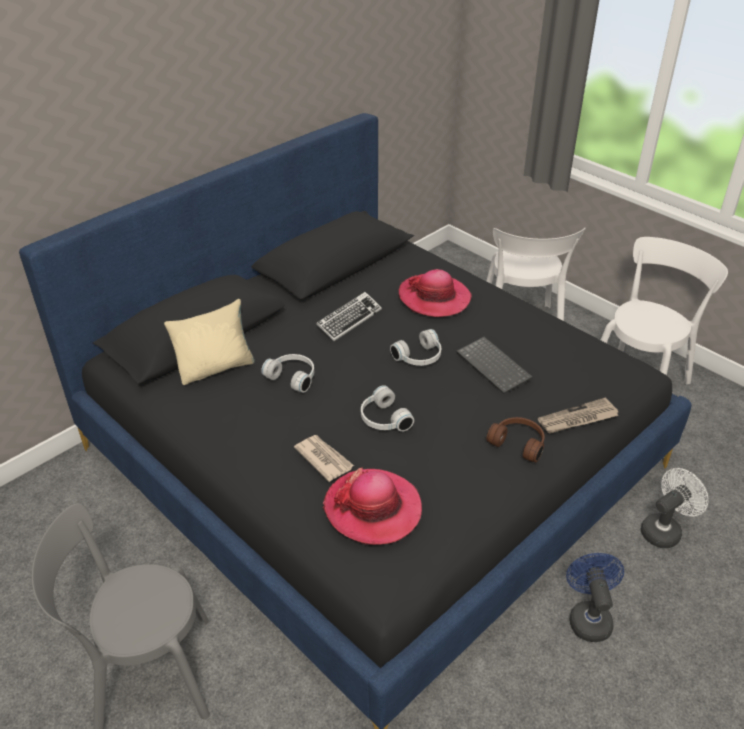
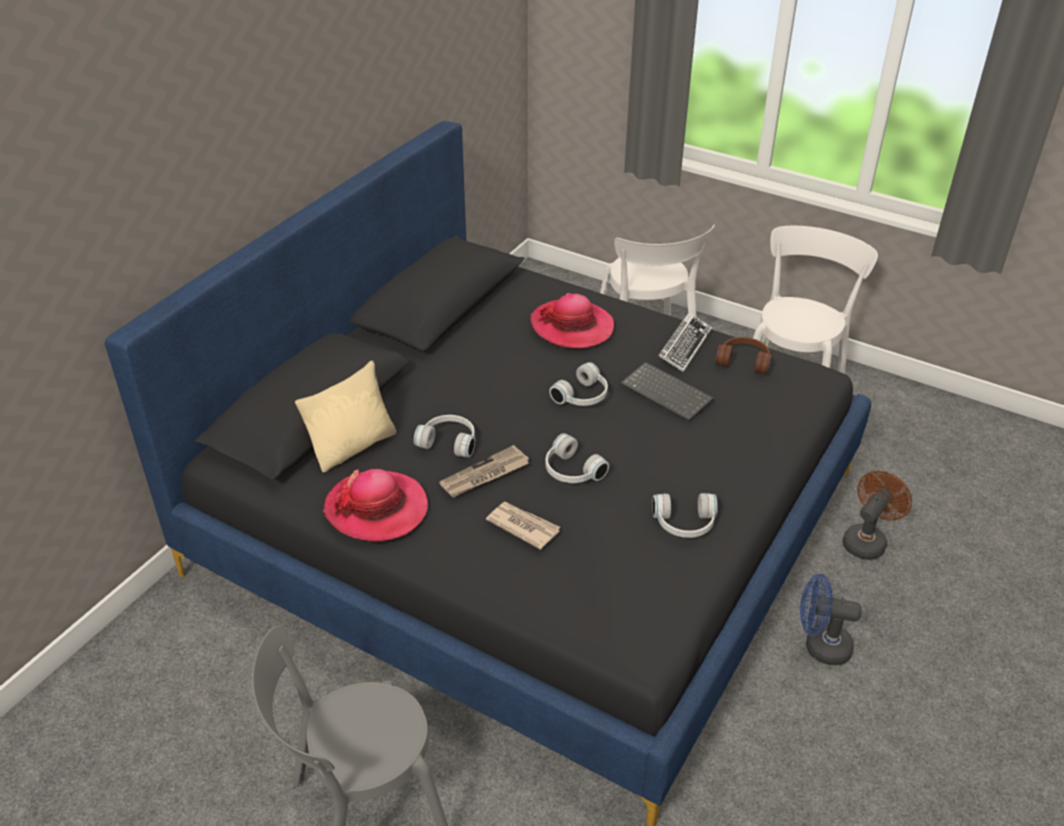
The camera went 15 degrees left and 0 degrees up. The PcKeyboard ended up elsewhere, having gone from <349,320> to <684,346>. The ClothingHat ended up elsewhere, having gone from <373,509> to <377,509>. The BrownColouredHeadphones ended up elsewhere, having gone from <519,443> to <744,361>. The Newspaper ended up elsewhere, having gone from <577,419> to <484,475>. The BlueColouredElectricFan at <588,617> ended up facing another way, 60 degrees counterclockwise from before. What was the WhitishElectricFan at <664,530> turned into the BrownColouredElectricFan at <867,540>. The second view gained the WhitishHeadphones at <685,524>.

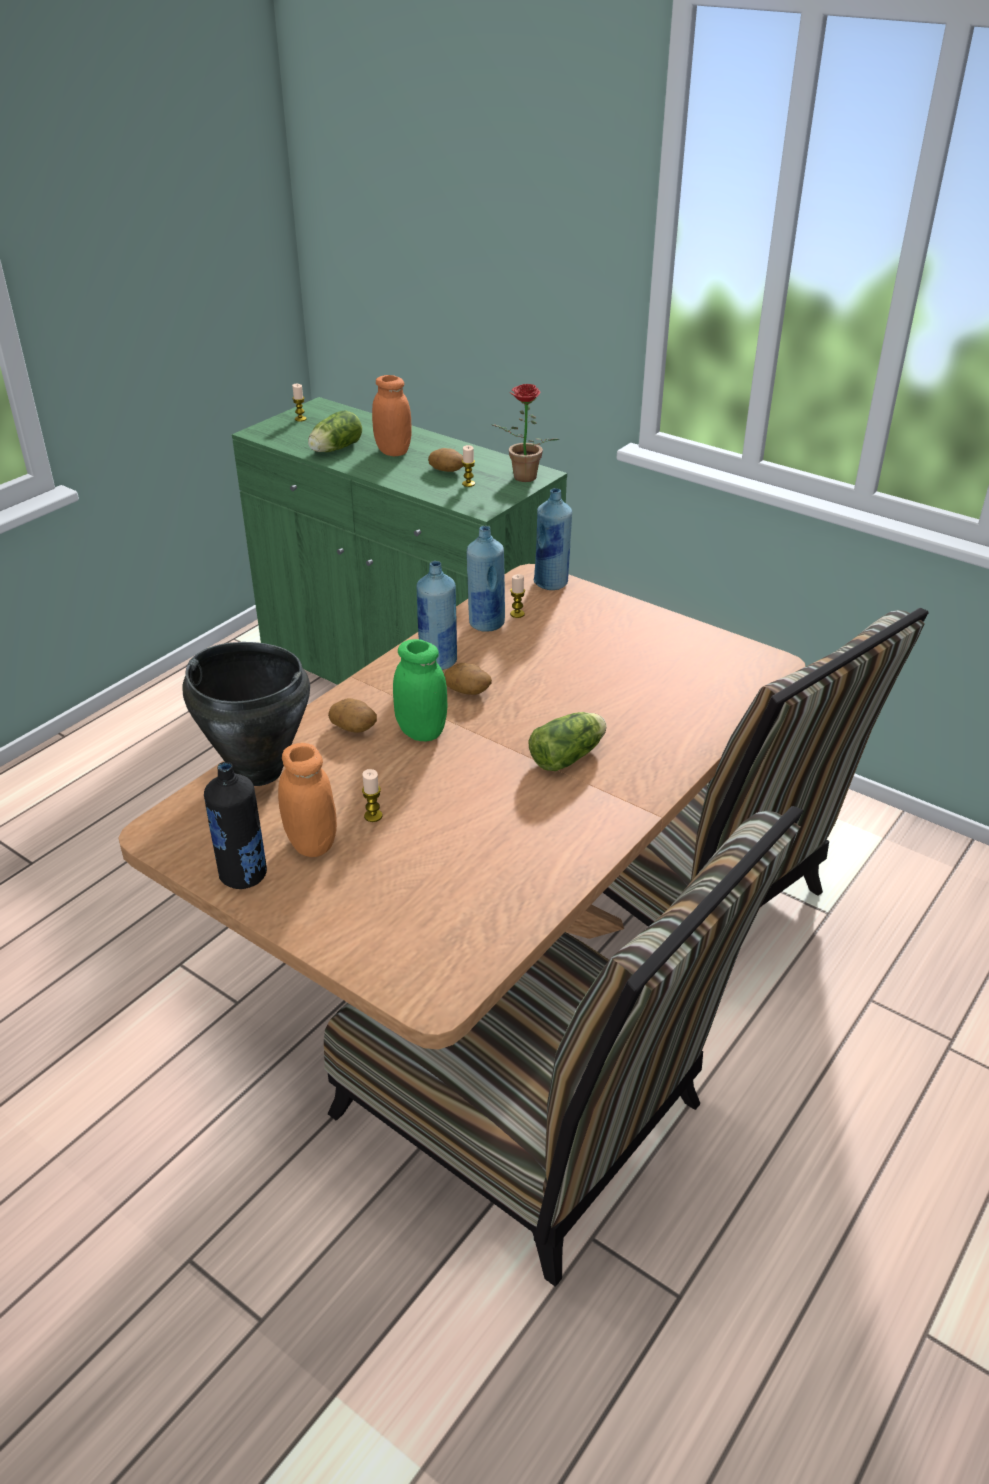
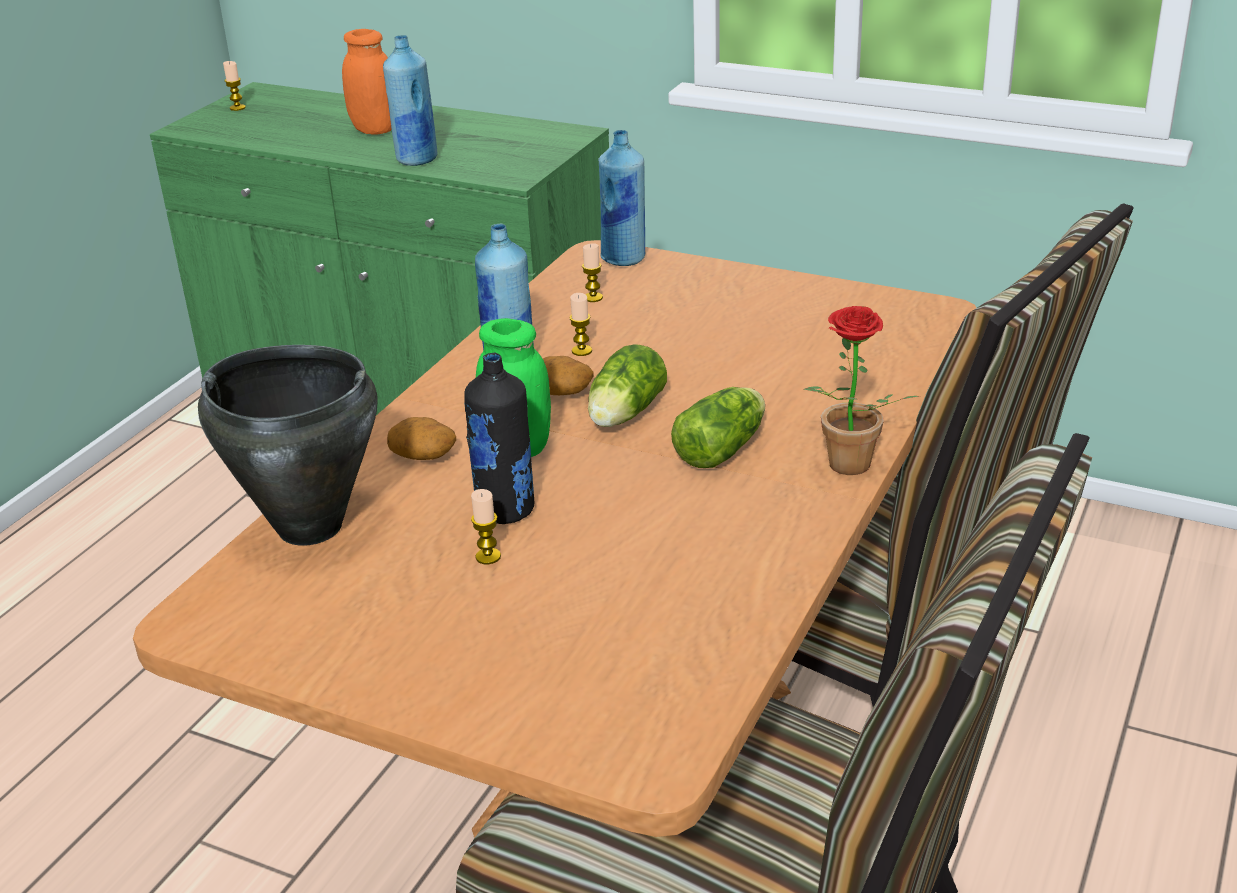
The camera went 10 degrees left and 5 degrees down. The BlackBottle ended up elsewhere, having gone from <243,875> to <505,510>. The second view lost the OrangeColouredJar at <312,843>. The HeadOfLettuce ended up elsewhere, having gone from <334,449> to <623,415>. The second view lost the WholePotato at <447,470>. The Candle ended up elsewhere, having gone from <468,484> to <581,351>. The BlueColouredBottle ended up elsewhere, having gone from <486,624> to <416,159>. The PottedPlant ended up elsewhere, having gone from <521,479> to <845,468>.

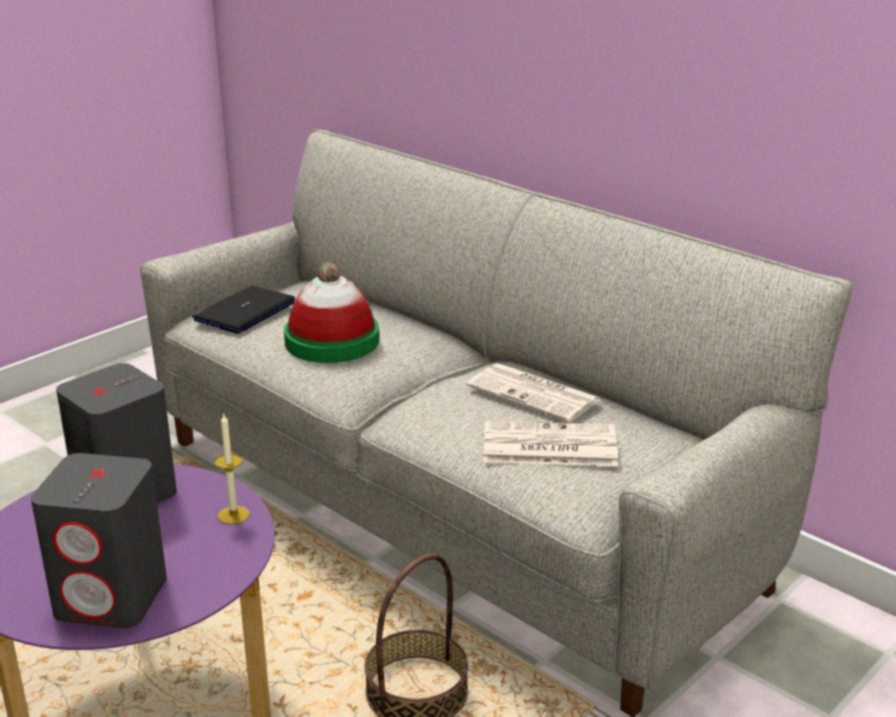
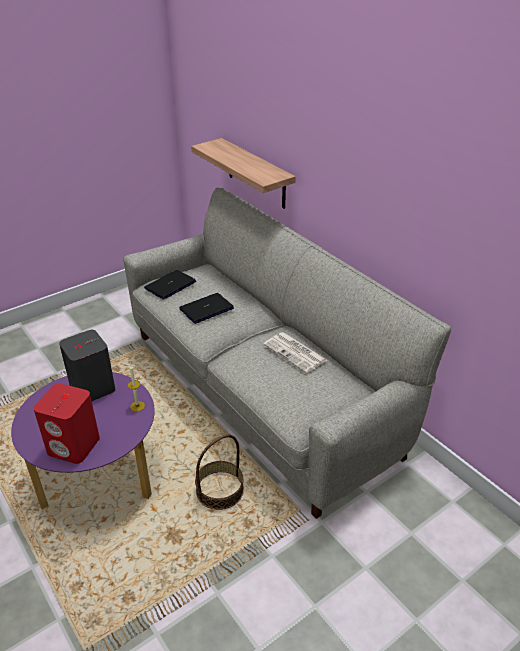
The camera went 10 degrees right and 10 degrees up. What was the GraySpeaker at <113,597> turned into the ReddishSpeaker at <74,446>. Where the ClothingHat stood at <332,341>, the Laptop came to stand at <206,309>. The second view lost the Newspaper at <547,446>. The second view gained the Shelf at <256,174>.

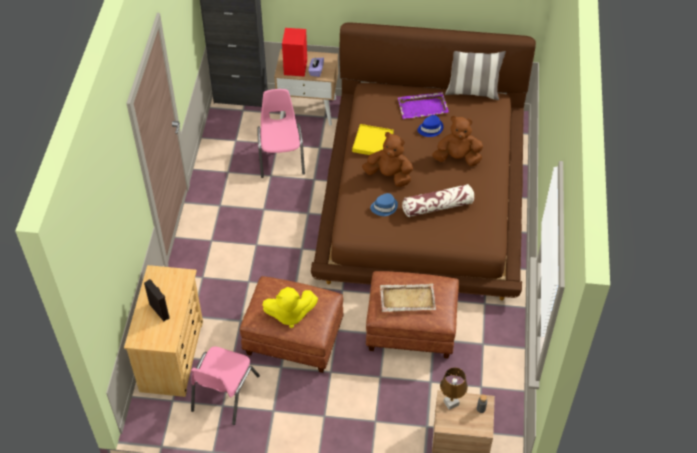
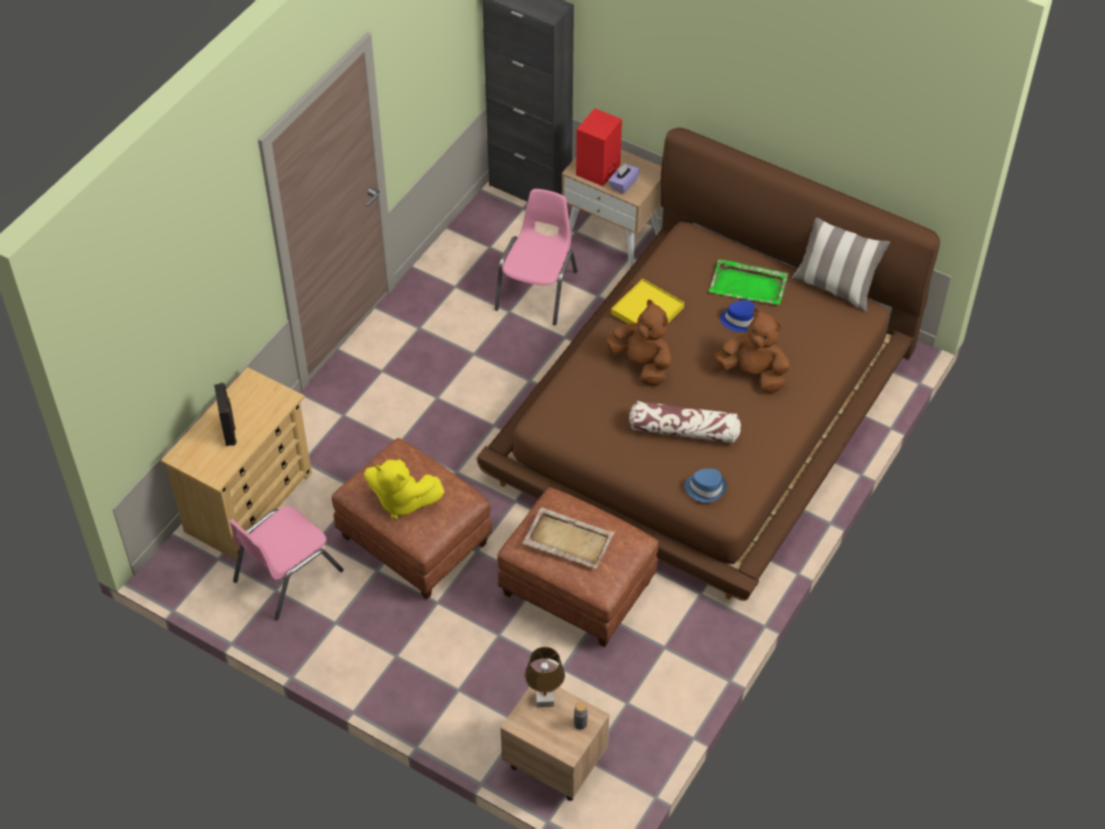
The camera went 25 degrees right and 0 degrees up. The BlueColouredClothingHat ended up elsewhere, having gone from <384,207> to <705,488>. What was the PurpleTray at <423,107> turned into the GreenTray at <749,285>.

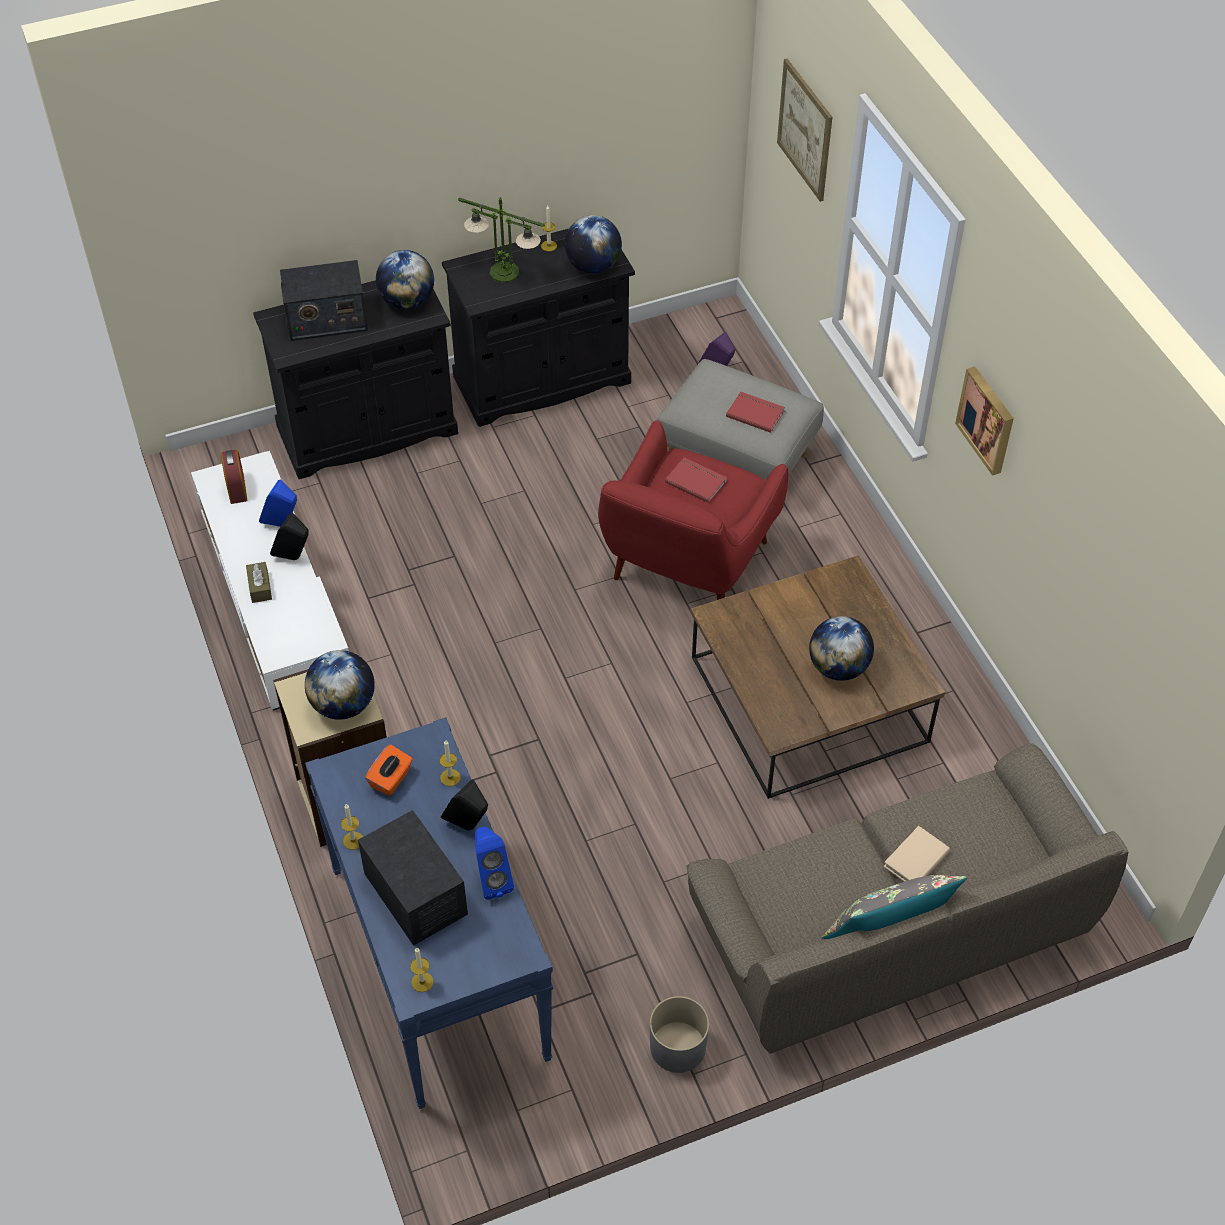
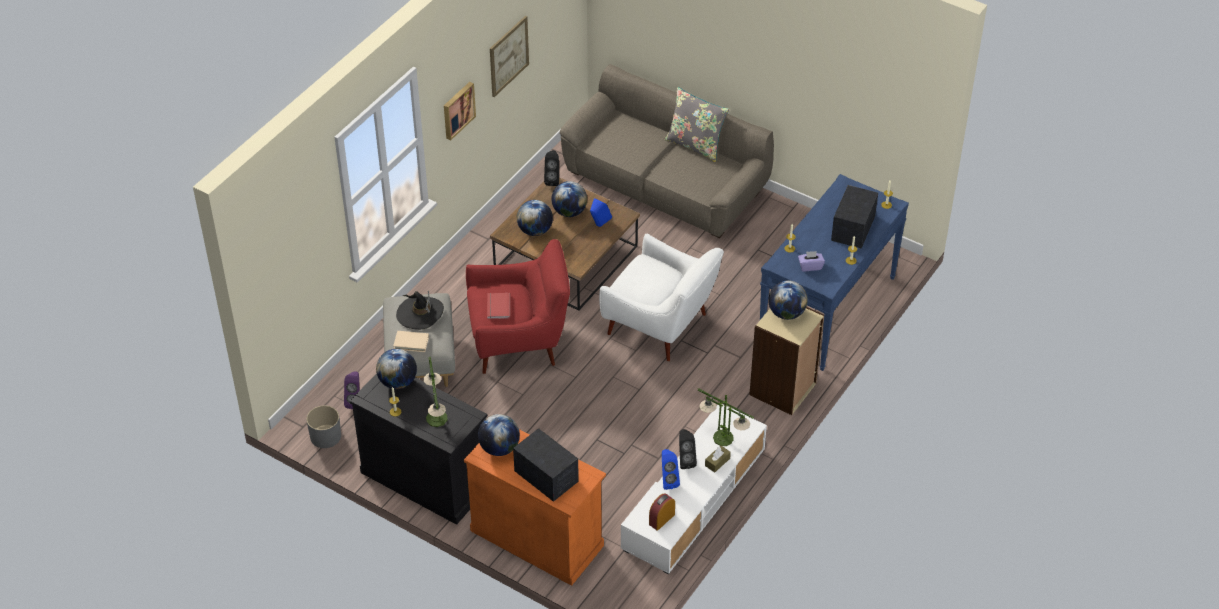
The camera went 125 degrees left and 5 degrees down. What was the BlackCupboard at <367,430> turned into the OrangeColouredCupboard at <537,538>. What was the OrangeColouredTissueHolder at <391,779> turned into the PurpleTissueHolder at <810,266>. The BlackSpeaker ended up elsewhere, having gone from <469,826> to <552,180>. The BlueColouredSpeaker ended up elsewhere, having gone from <492,880> to <599,225>. The GrayPlantPot ended up elsewhere, having gone from <677,1047> to <326,436>. Where the ReddishVolume stood at <755,412>, the BlackClothingHat came to stand at <420,314>. The WallPicture ended up elsewhere, having gone from <805,129> to <508,56>. The BeigeVolume ended up elsewhere, having gone from <916,859> to <411,342>. The second view gained the DeskGlobe at <535,231>. The second view gained the WhitishLoungeChair at <661,326>. The second view gained the TabletopLamp at <722,438>.

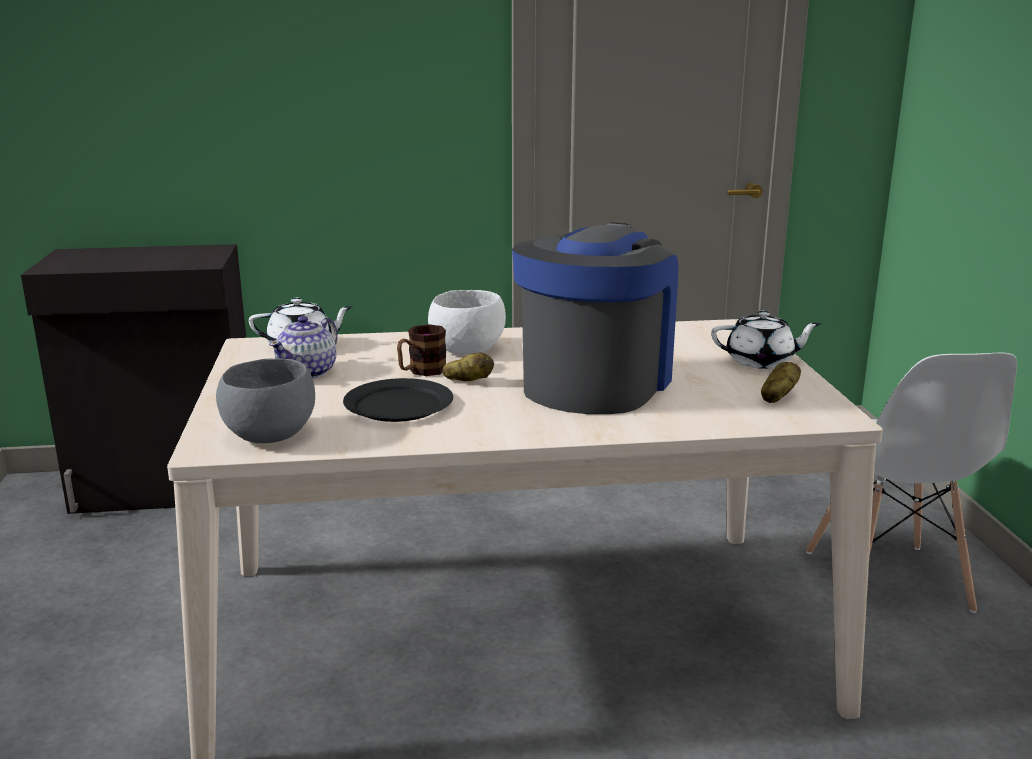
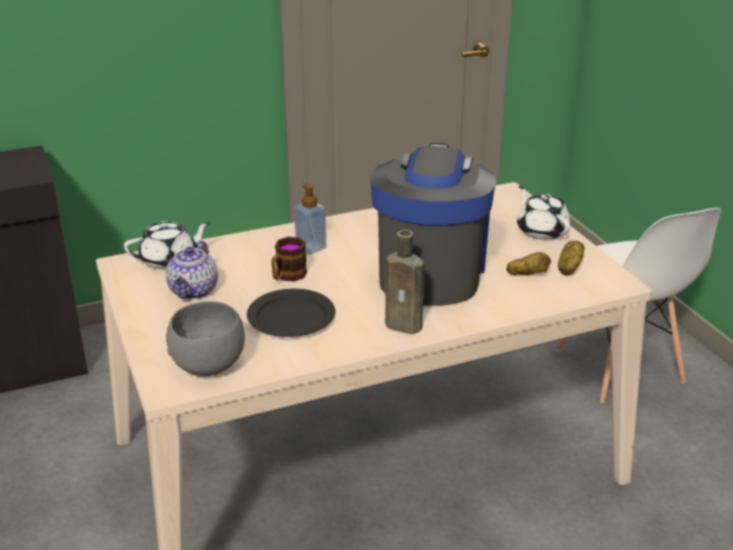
The camera went 15 degrees left and 10 degrees up. Where the WhitishBowl stood at <467,351>, the LiquidSoapBottle came to stand at <311,247>. The WholePotato ended up elsewhere, having gone from <468,382> to <527,274>. The WhitishPotForTea at <761,361> ended up facing another way, 105 degrees counterclockwise from before. The second view gained the BrownColouredBottle at <406,326>.

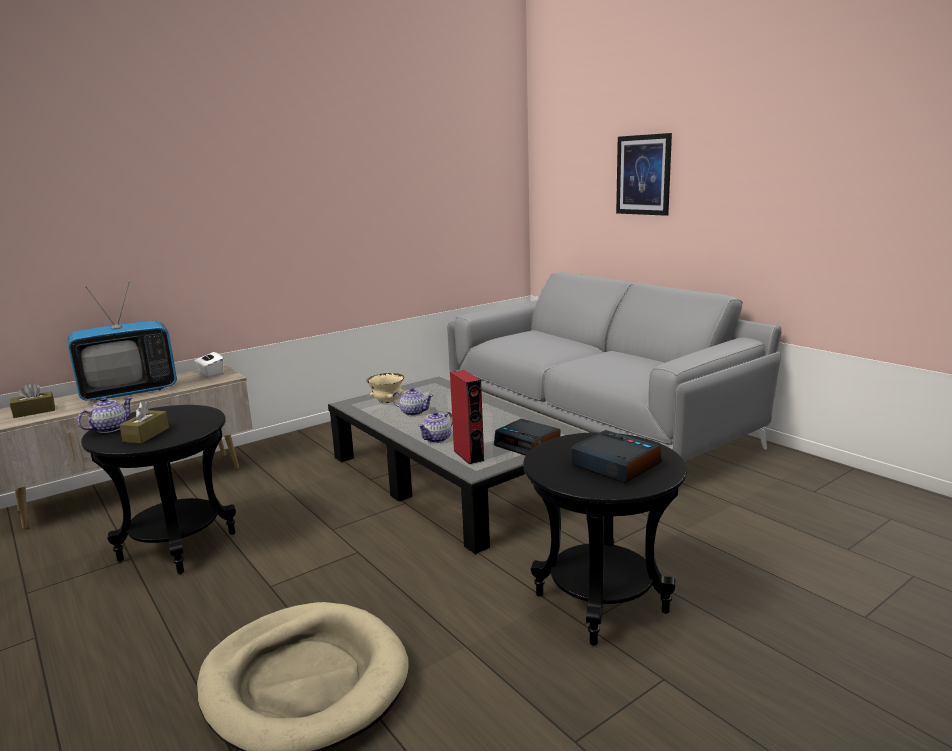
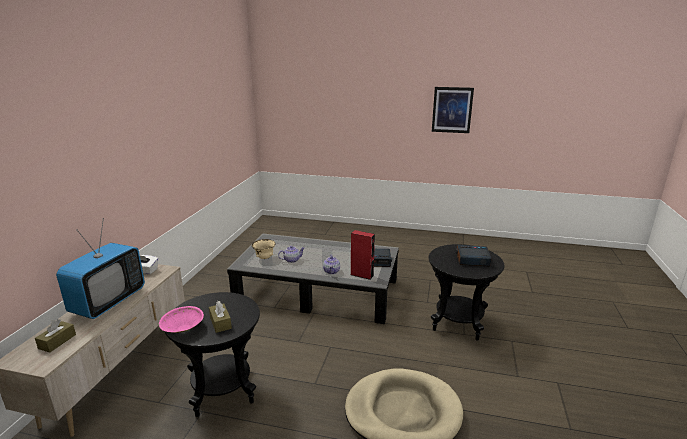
The camera went 40 degrees left and 5 degrees up. Where the PotForTea stood at <109,429>, the PinkishBowl came to stand at <182,329>. The second view lost the GrayCouch at <595,420>. The WallPicture ended up elsewhere, having gone from <643,175> to <452,110>.

